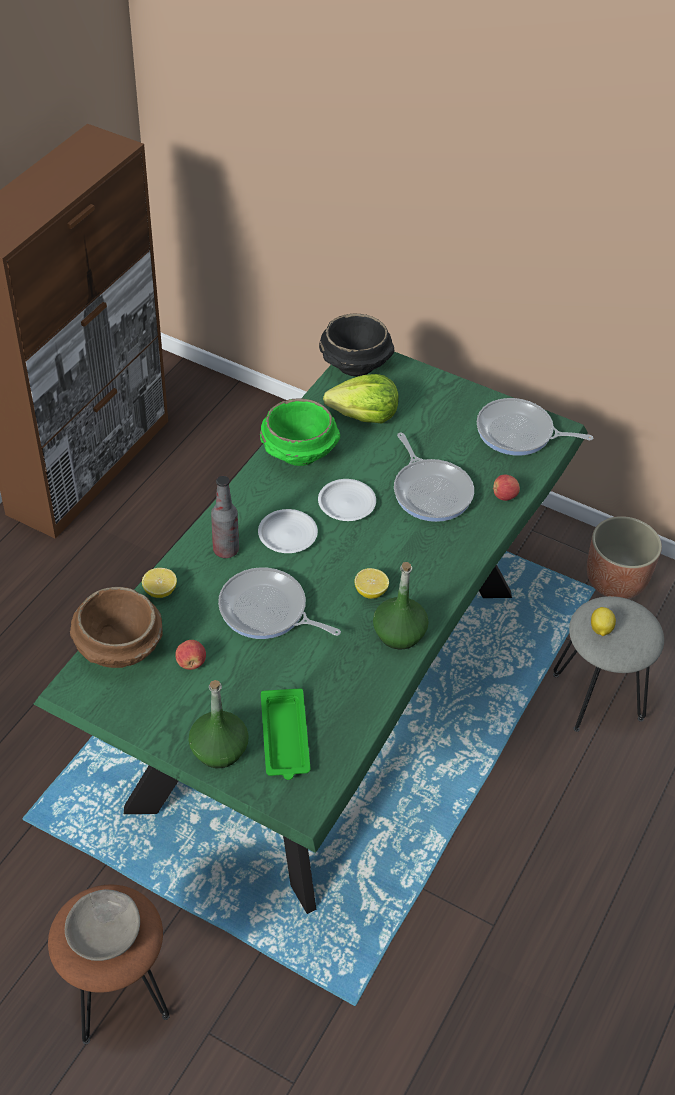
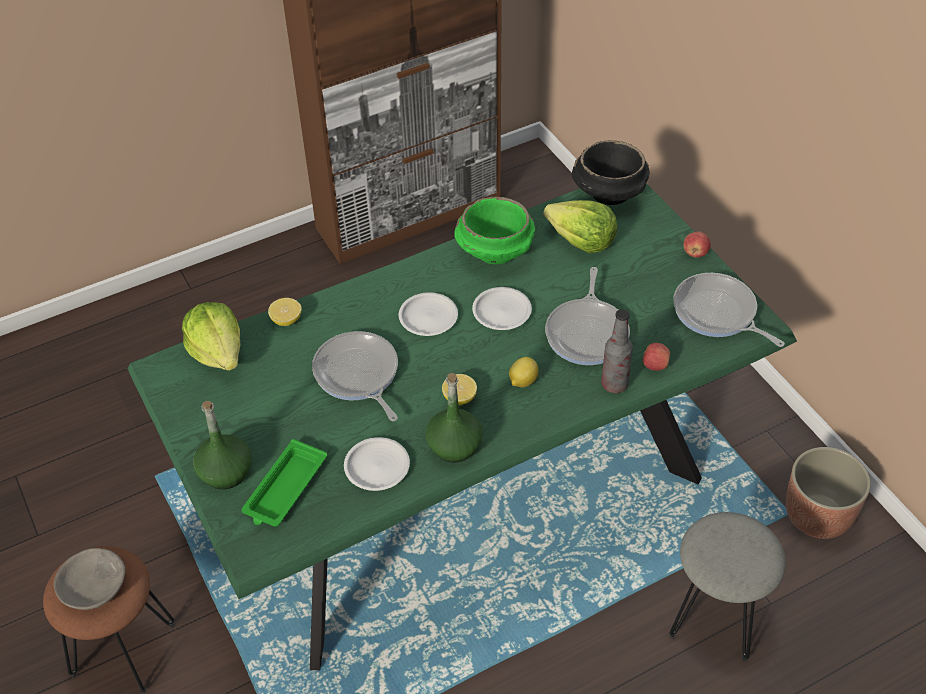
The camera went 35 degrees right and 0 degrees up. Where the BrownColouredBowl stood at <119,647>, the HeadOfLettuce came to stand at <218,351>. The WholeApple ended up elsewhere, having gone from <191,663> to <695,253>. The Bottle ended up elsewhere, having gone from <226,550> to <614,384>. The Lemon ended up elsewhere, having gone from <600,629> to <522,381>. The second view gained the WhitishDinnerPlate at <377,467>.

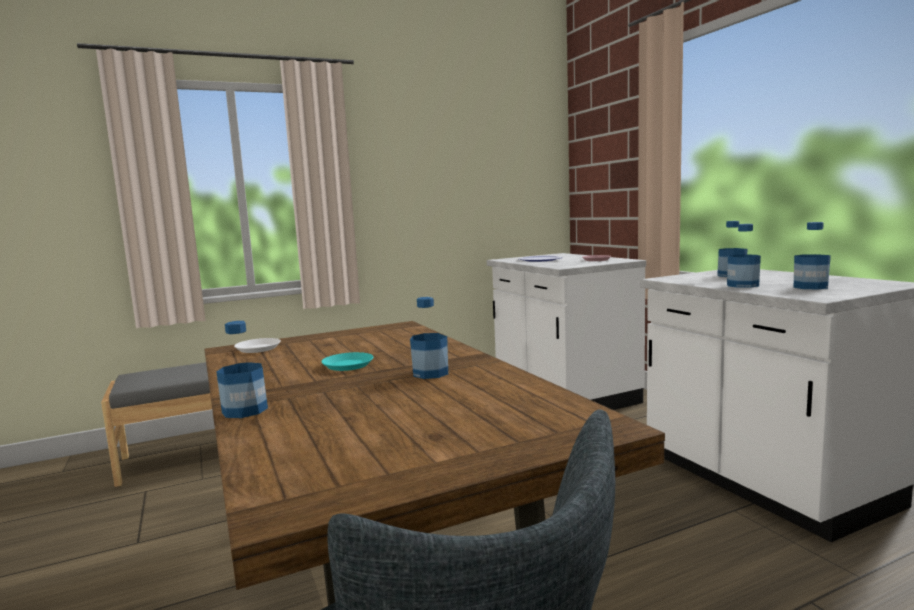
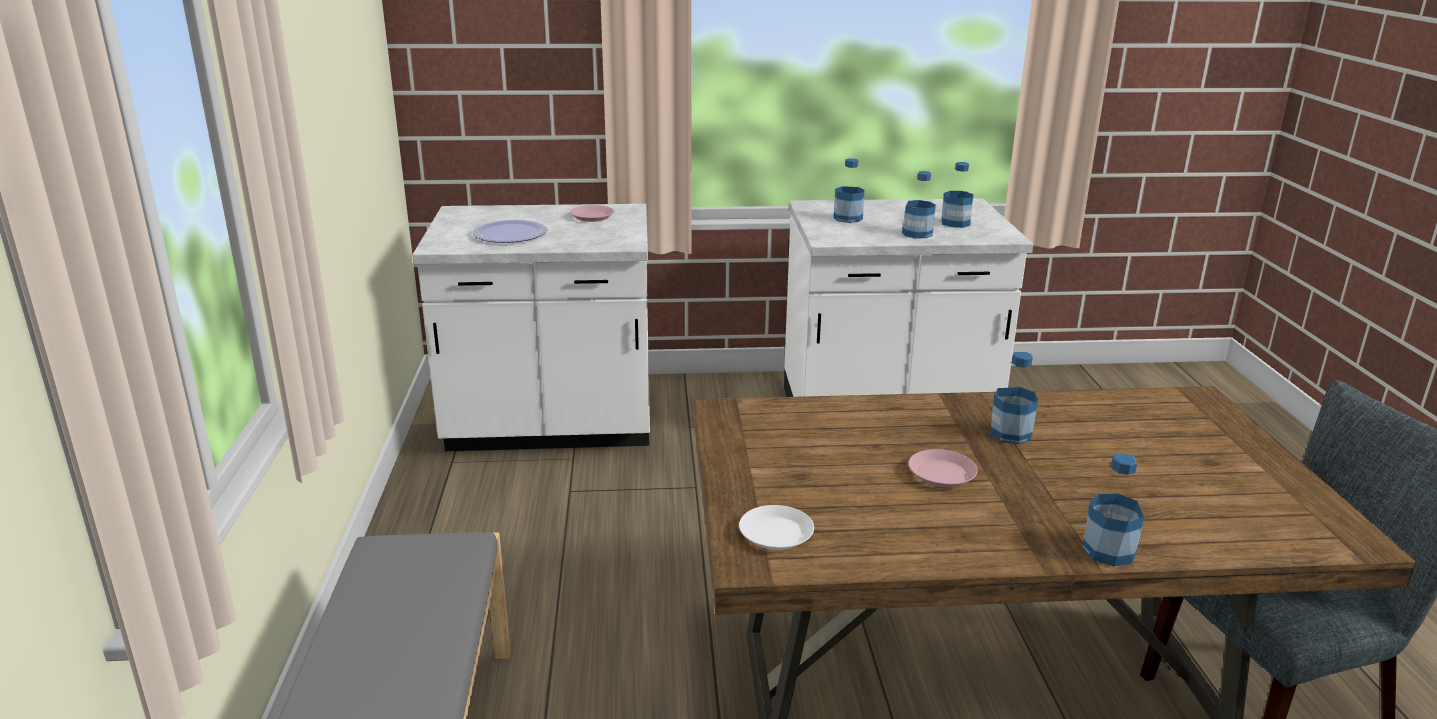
The camera went 70 degrees left and 15 degrees up. What was the TurquoiseColouredDinnerPlate at <347,365> turned into the PinkishDinnerPlate at <941,474>.

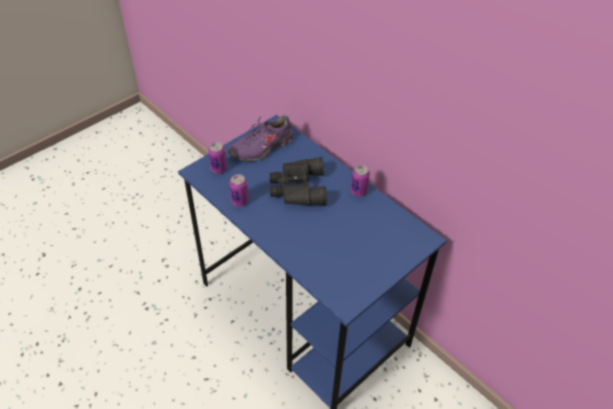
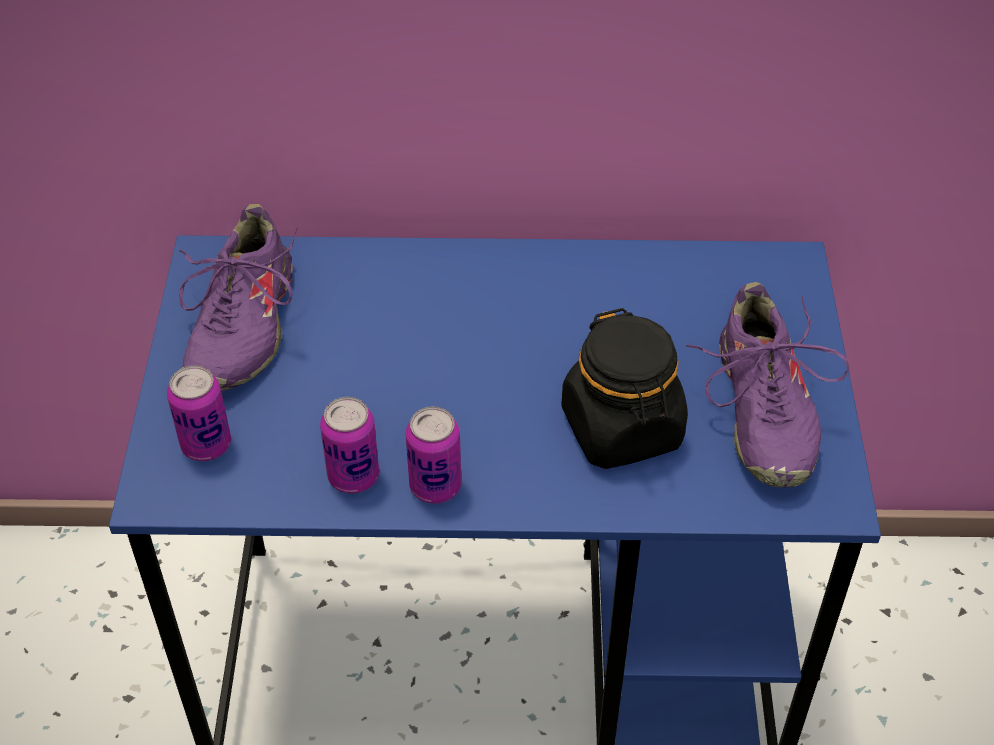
The camera went 45 degrees left and 0 degrees up. The second view lost the BlackBinoculars at <297,188>. The Can ended up elsewhere, having gone from <358,192> to <435,486>. The second view gained the BlackJar at <622,429>. The second view gained the PurpleItemOfFootwear at <760,412>.

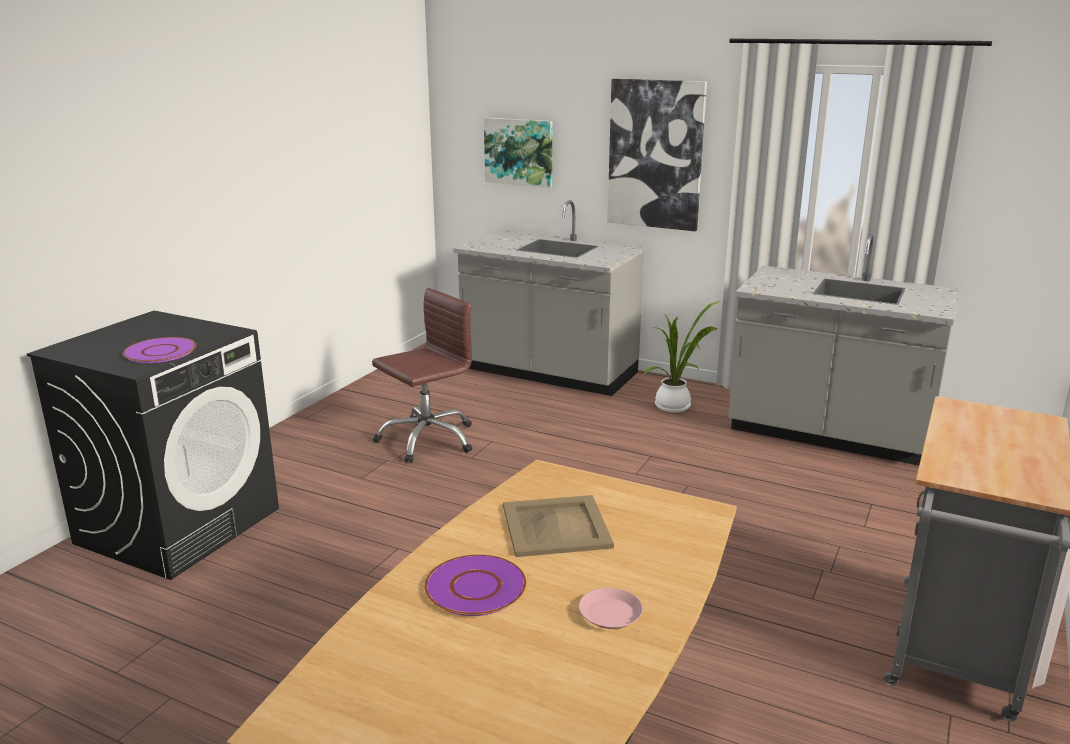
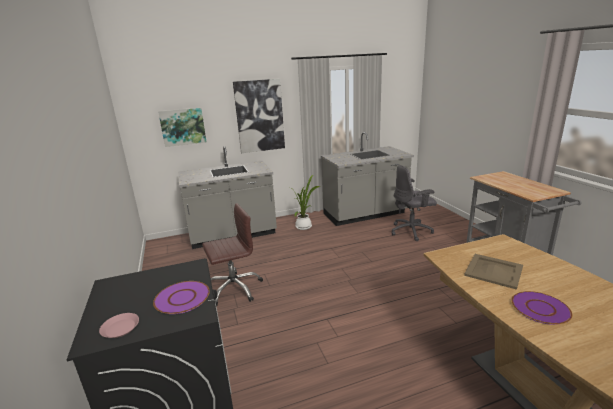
The camera went 45 degrees left and 0 degrees up. The BrownColouredOfficeChair at <427,439> ended up facing another way, 60 degrees clockwise from before. The PinkishDinnerPlate ended up elsewhere, having gone from <610,613> to <120,328>. The second view gained the GrayOfficeChair at <411,231>.

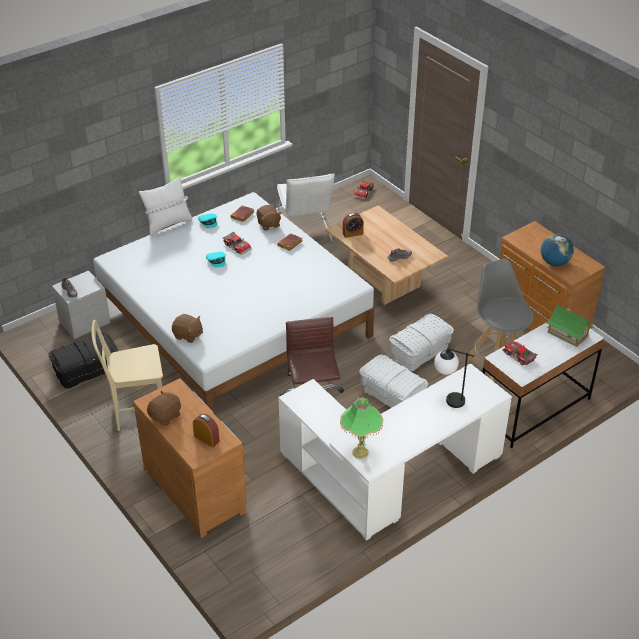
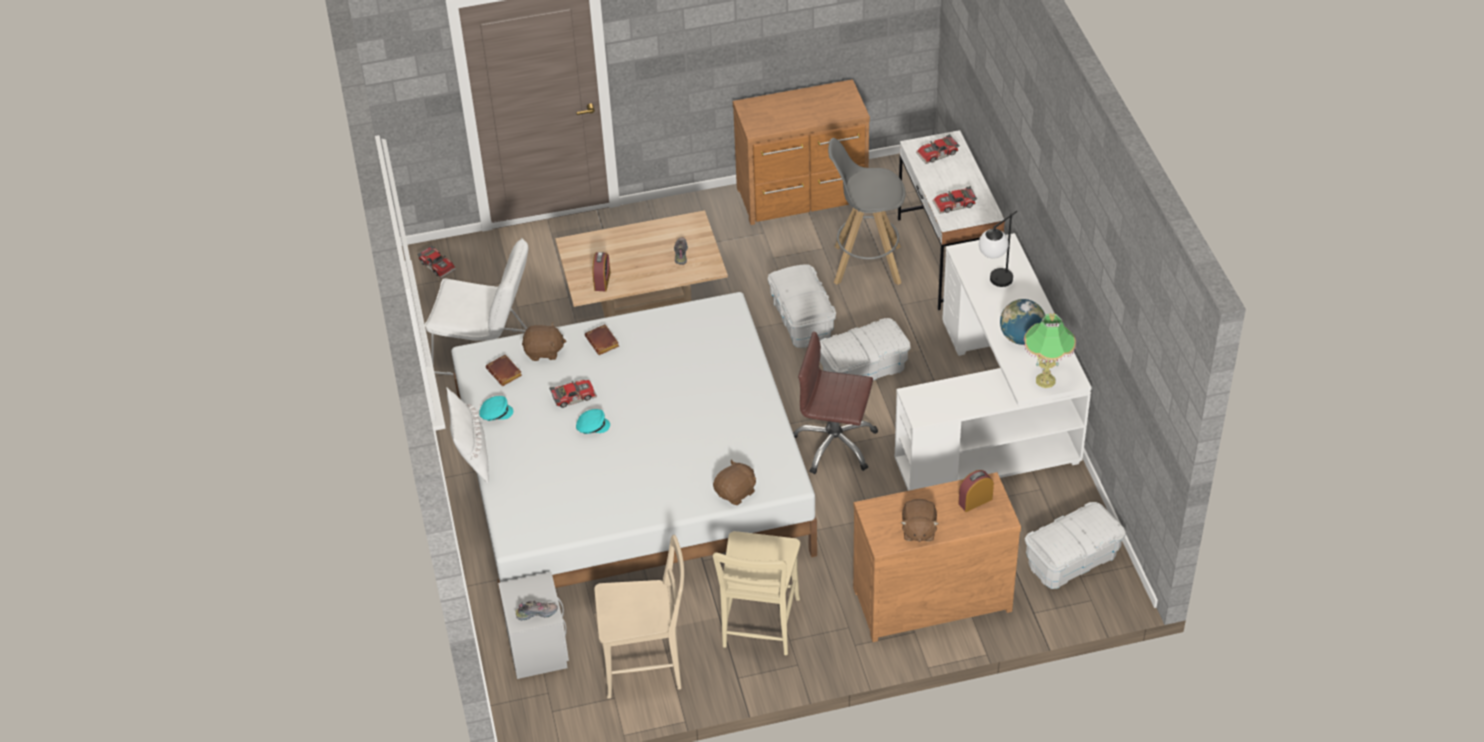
The camera went 65 degrees left and 5 degrees up. Where the BlackStorageBox stood at <87,371>, the BeigeUprightChair came to stand at <647,666>. The BrownColouredPlushToy at <166,416> ended up facing another way, 150 degrees counterclockwise from before. The DeskGlobe ended up elsewhere, having gone from <554,262> to <1021,338>. Where the ToyHouse stood at <567,333>, the ModelCar came to stand at <938,154>. The second view gained the WhitishStorageBox at <1072,560>.

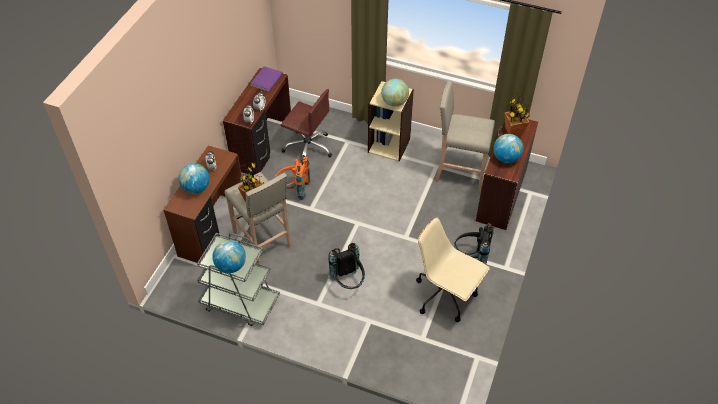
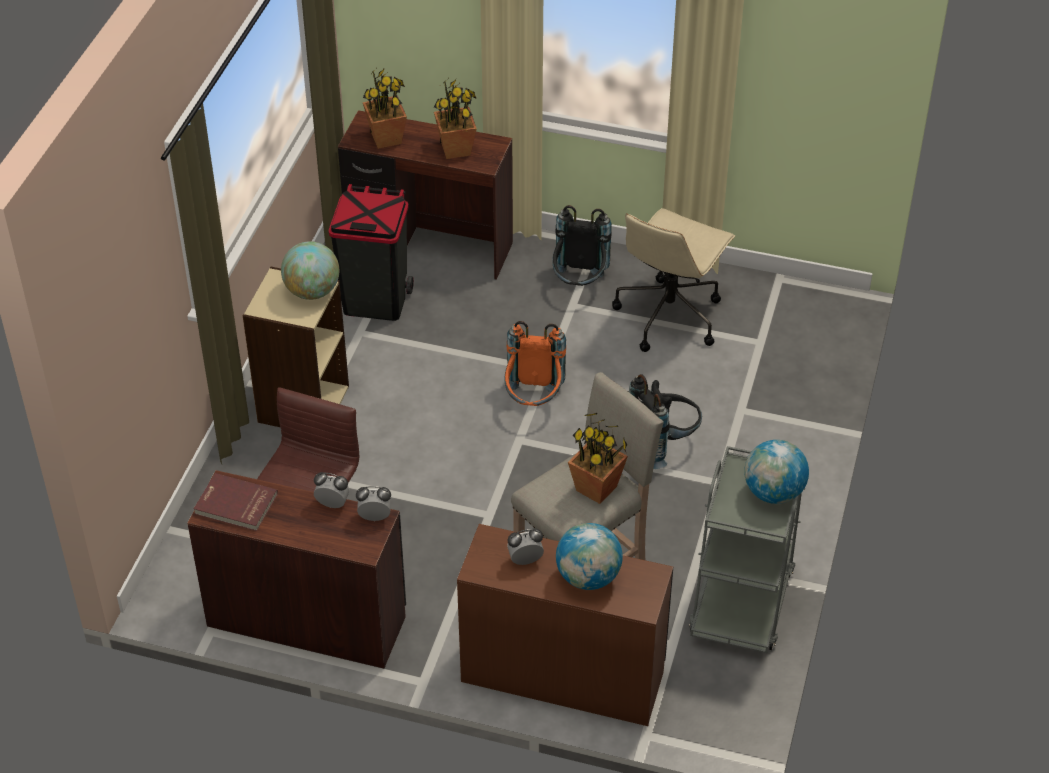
The camera went 95 degrees left and 5 degrees down. What was the PurpleVolume at <266,80> turned into the ReddishVolume at <235,505>. The OrangeColouredRucksack ended up elsewhere, having gone from <293,189> to <533,402>. Where the BeigeSittingStool stood at <459,172>, the BlackWasteBin came to stand at <375,301>. Where the DeskGlobe stood at <506,158>, the PottedPlant came to stand at <455,149>.

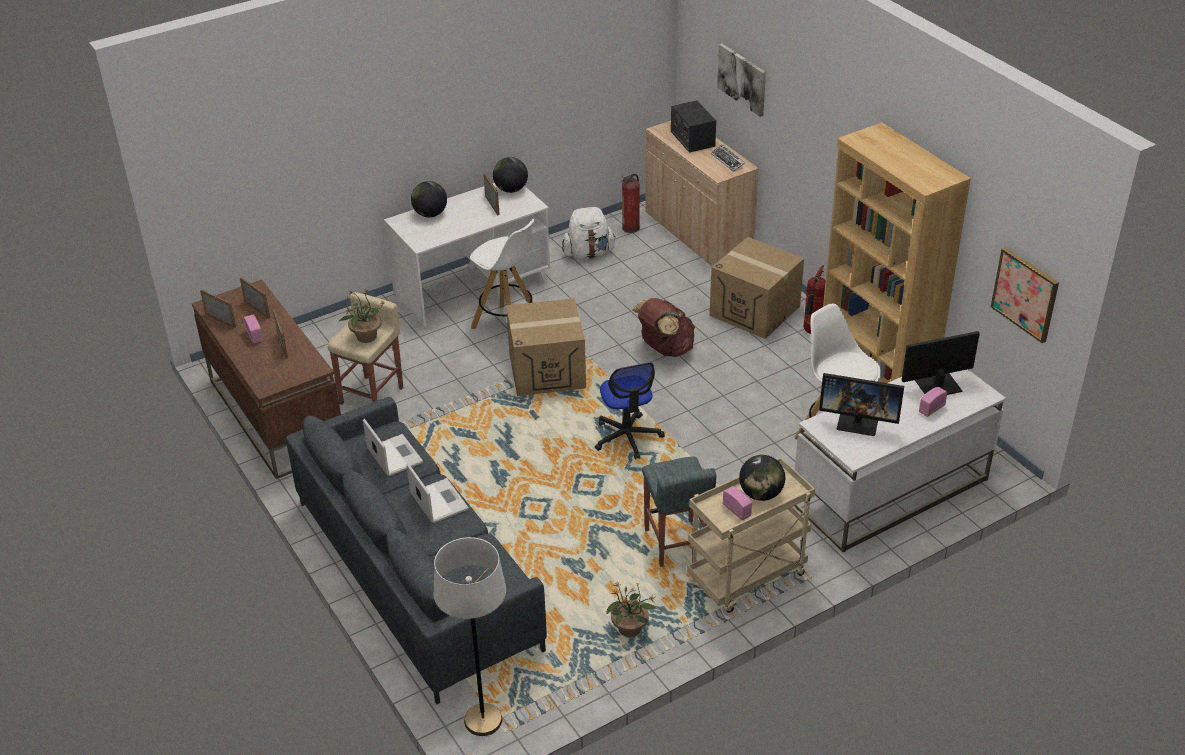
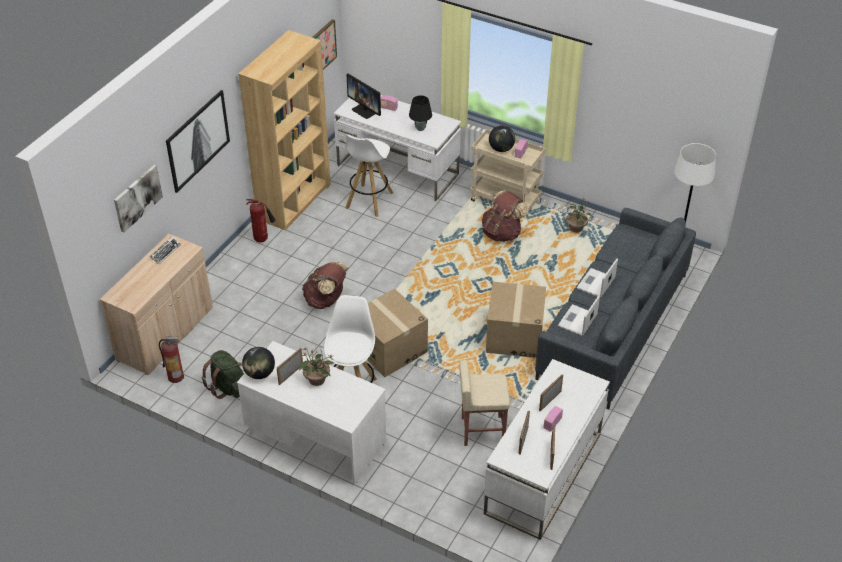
The camera went 120 degrees left and 5 degrees up. What was the BrownColouredDeskTable at <276,415> turned into the WhitishDeskTable at <543,474>. The PottedPlant ended up elsewhere, having gone from <365,337> to <317,380>. The second view lost the DeskGlobe at <430,214>. What was the WhitishRucksack at <588,253> turned into the GreenRucksack at <228,387>. The second view lost the OfficeChair at <627,437>. Where the GraySittingStool stood at <676,544>, the BrownColouredRucksack came to stand at <502,233>. The second view lost the Radio at <692,138>. The Carton ended up elsewhere, having gone from <755,311> to <514,336>. Where the ComputerScreen stood at <858,422>, the BlackTabletopLamp came to stand at <420,128>. The second view gained the WallPicture at <197,140>.

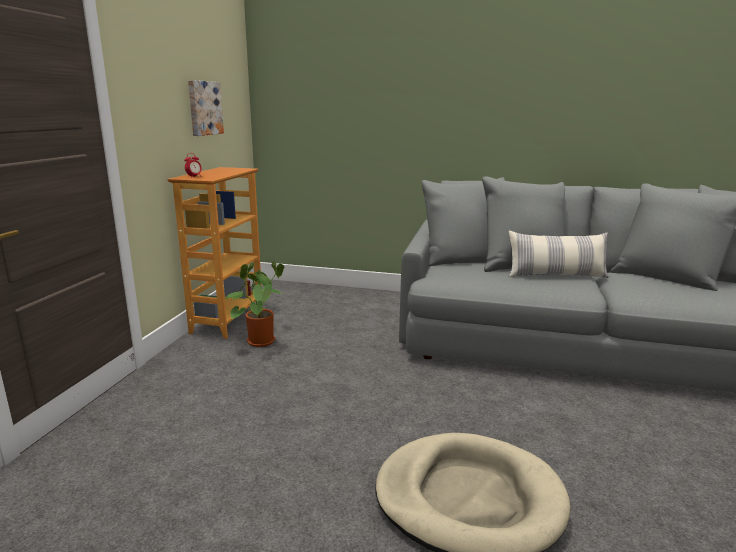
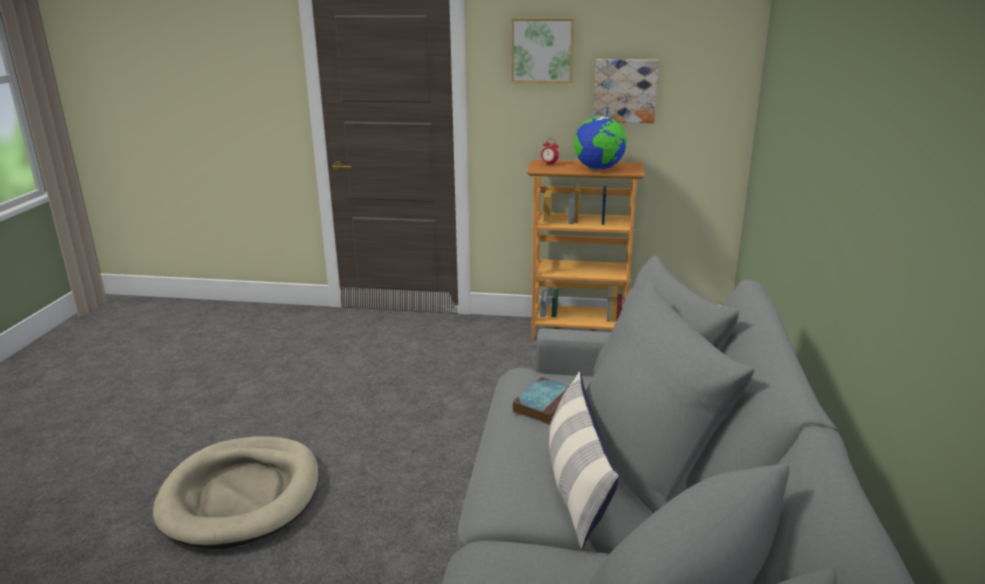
The camera went 85 degrees right and 5 degrees up. The second view lost the PottedPlant at <259,340>. The second view gained the WallPicture at <542,50>. The second view gained the Volume at <545,404>. The second view gained the DeskGlobe at <598,169>.

